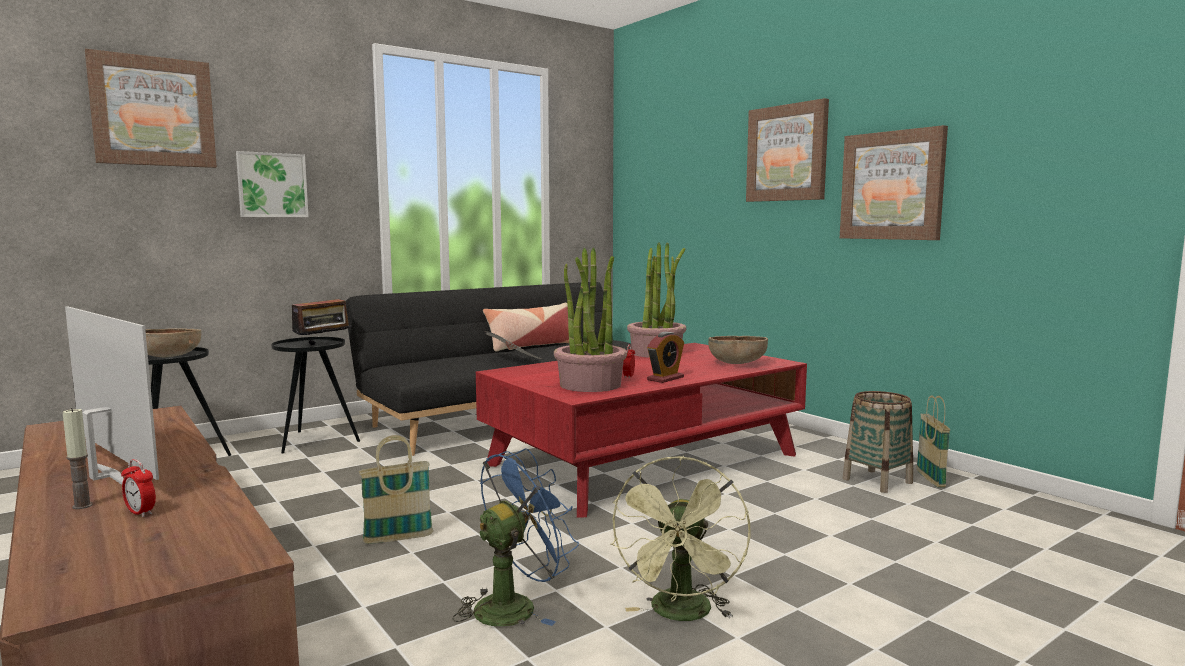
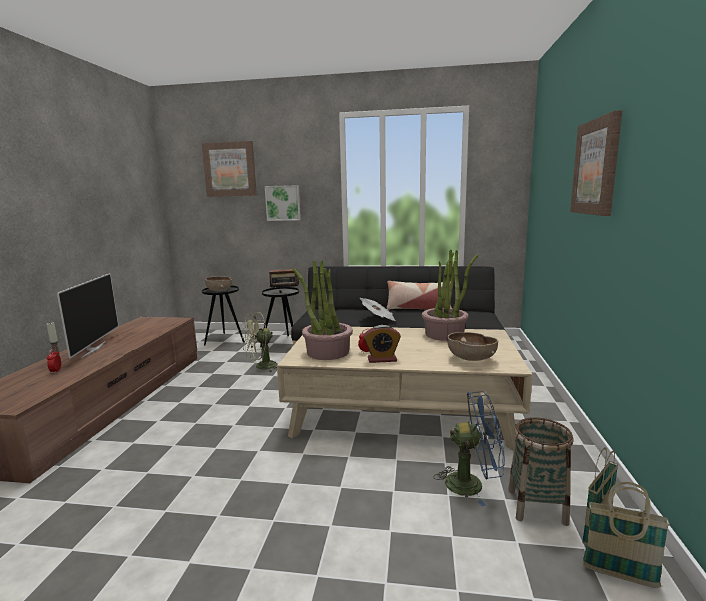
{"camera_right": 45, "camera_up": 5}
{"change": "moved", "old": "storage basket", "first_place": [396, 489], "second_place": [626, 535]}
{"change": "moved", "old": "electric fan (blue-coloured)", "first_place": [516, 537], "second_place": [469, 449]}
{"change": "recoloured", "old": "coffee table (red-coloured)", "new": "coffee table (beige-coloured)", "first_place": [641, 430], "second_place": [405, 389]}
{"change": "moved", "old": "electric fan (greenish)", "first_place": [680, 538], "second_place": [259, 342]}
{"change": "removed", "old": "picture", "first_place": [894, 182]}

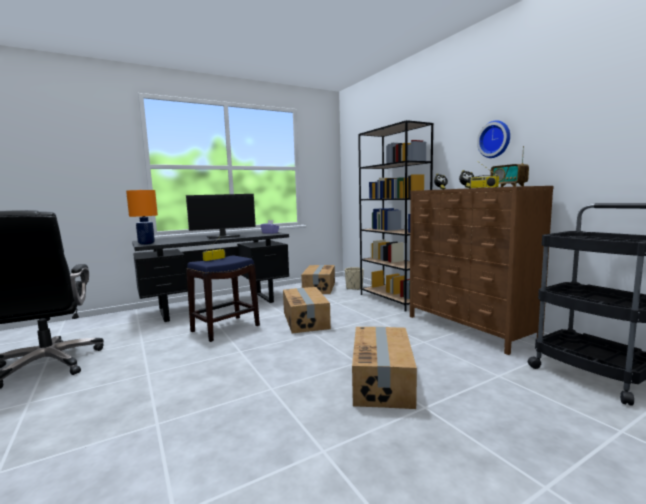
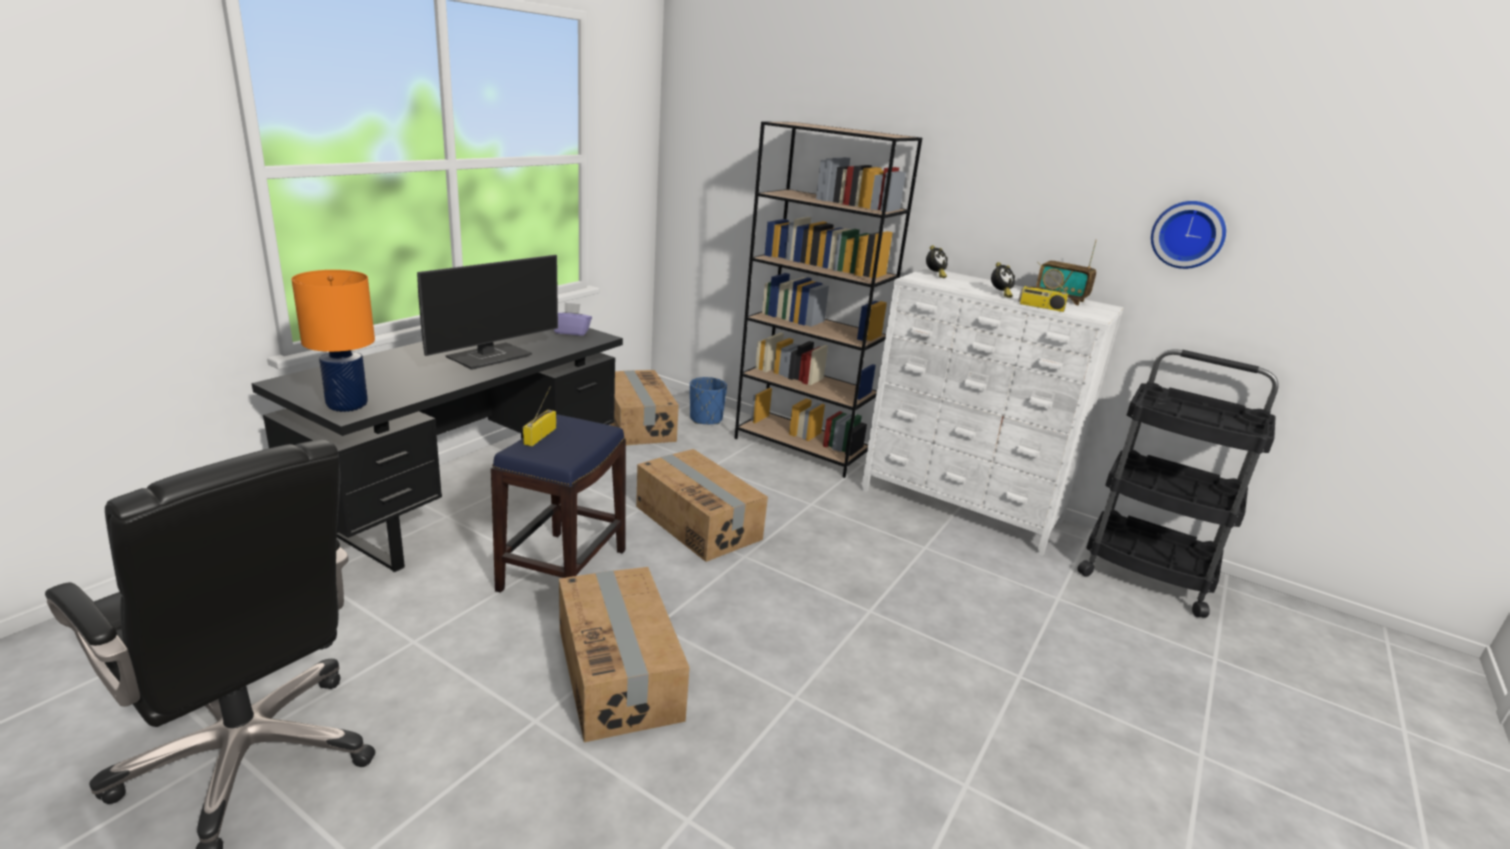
{"camera_right": -30, "camera_up": 15}
{"change": "recoloured", "old": "planter (beige-coloured)", "new": "planter (blue-coloured)", "first_place": [354, 278], "second_place": [708, 400]}
{"change": "moved", "old": "packing box", "first_place": [384, 368], "second_place": [624, 654]}
{"change": "recoloured", "old": "chest of drawers (brownish)", "new": "chest of drawers (whitish)", "first_place": [482, 270], "second_place": [992, 411]}
{"change": "moved", "old": "hanging clock", "first_place": [493, 139], "second_place": [1188, 235]}

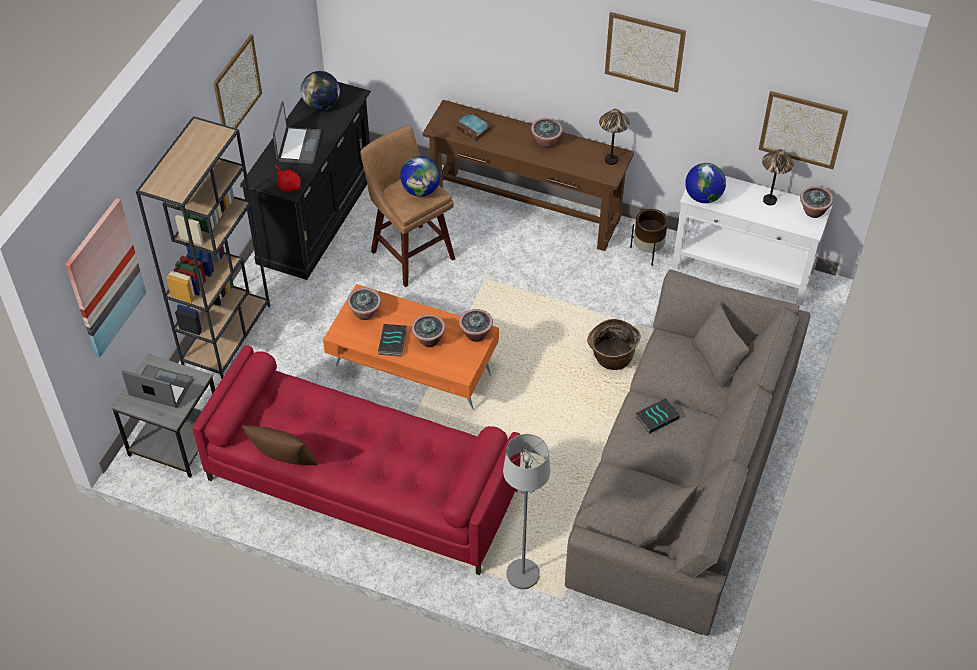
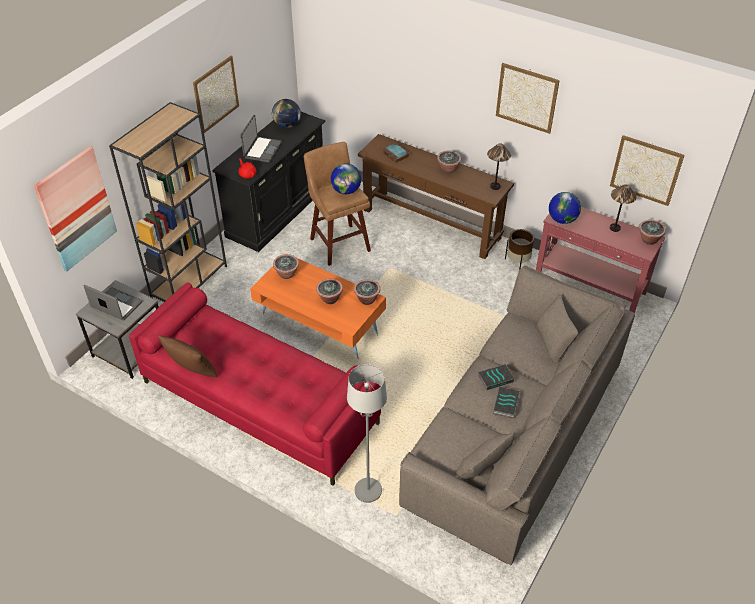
{"camera_right": 10, "camera_up": -5}
{"change": "moved", "old": "bound book", "first_place": [392, 340], "second_place": [506, 403]}
{"change": "removed", "old": "storage basket", "first_place": [614, 344]}
{"change": "recoloured", "old": "console table (whitish)", "new": "console table (red-coloured)", "first_place": [752, 240], "second_place": [600, 260]}

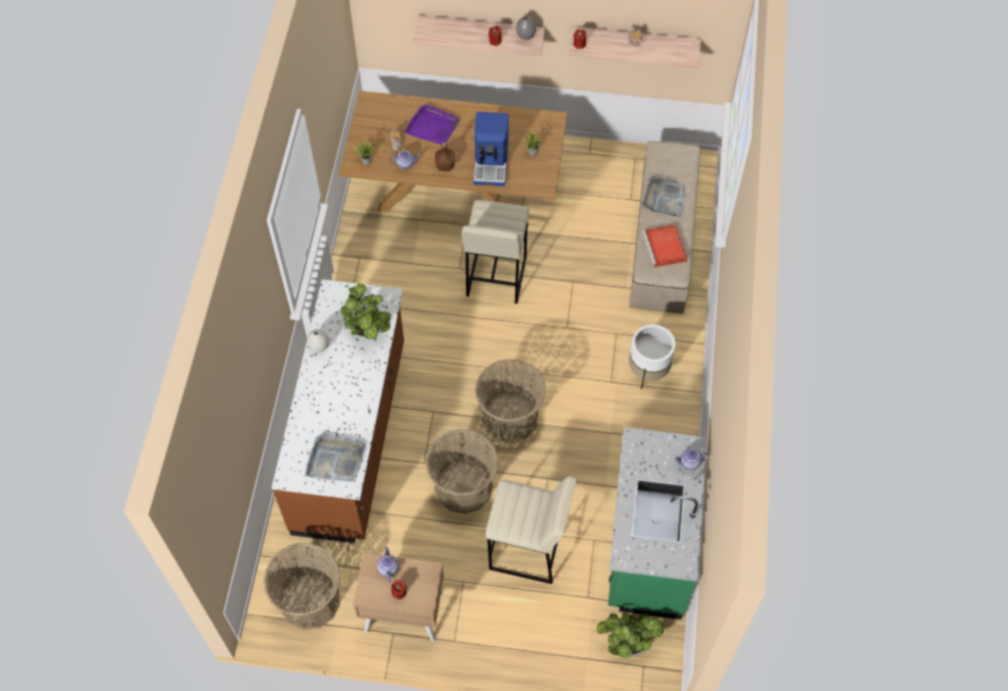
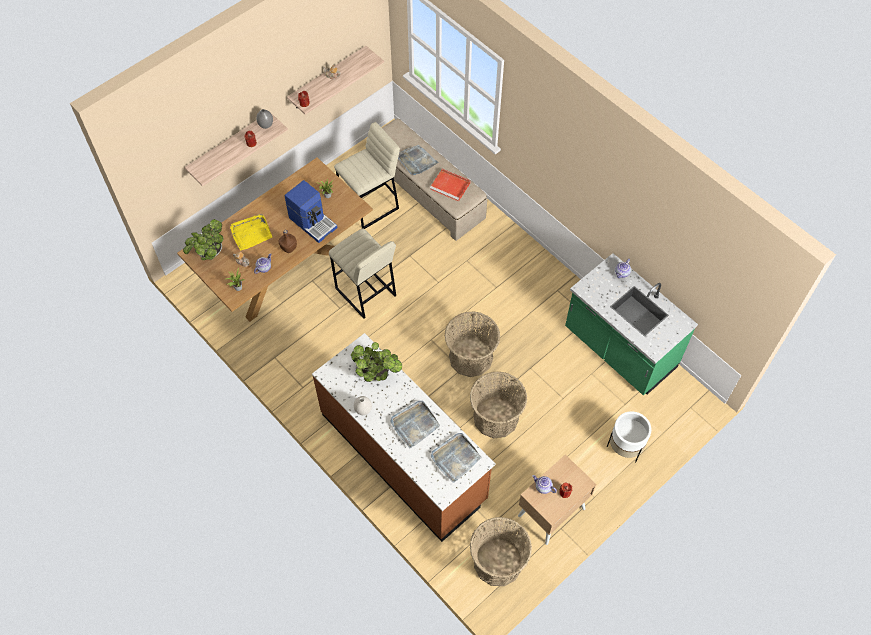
{"camera_right": -50, "camera_up": 0}
{"change": "recoloured", "old": "tray (purplish)", "new": "tray (yellow)", "first_place": [432, 125], "second_place": [251, 232]}
{"change": "moved", "old": "stool seat (beige-coloured)", "first_place": [531, 530], "second_place": [367, 175]}
{"change": "moved", "old": "plant in a pot", "first_place": [630, 635], "second_place": [203, 239]}
{"change": "moved", "old": "planter (whitish)", "first_place": [652, 356], "second_place": [629, 437]}
{"change": "added", "new": "tray (grey)", "second_place": [415, 424]}

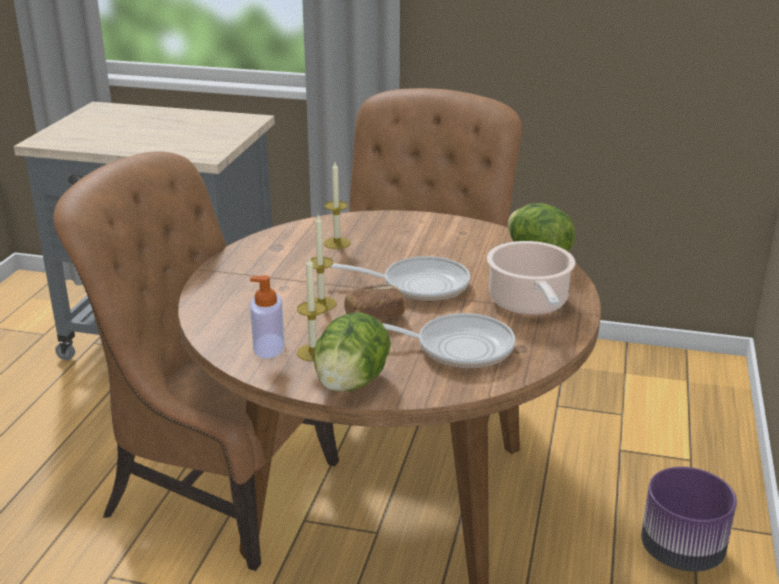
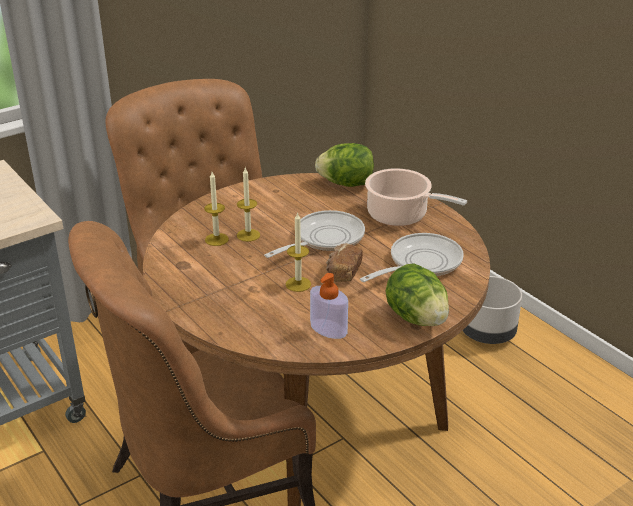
{"camera_right": -50, "camera_up": 5}
{"change": "moved", "old": "wax candle", "first_place": [311, 309], "second_place": [248, 205]}
{"change": "recoloured", "old": "planter (purplish)", "new": "planter (grey)", "first_place": [689, 519], "second_place": [492, 310]}

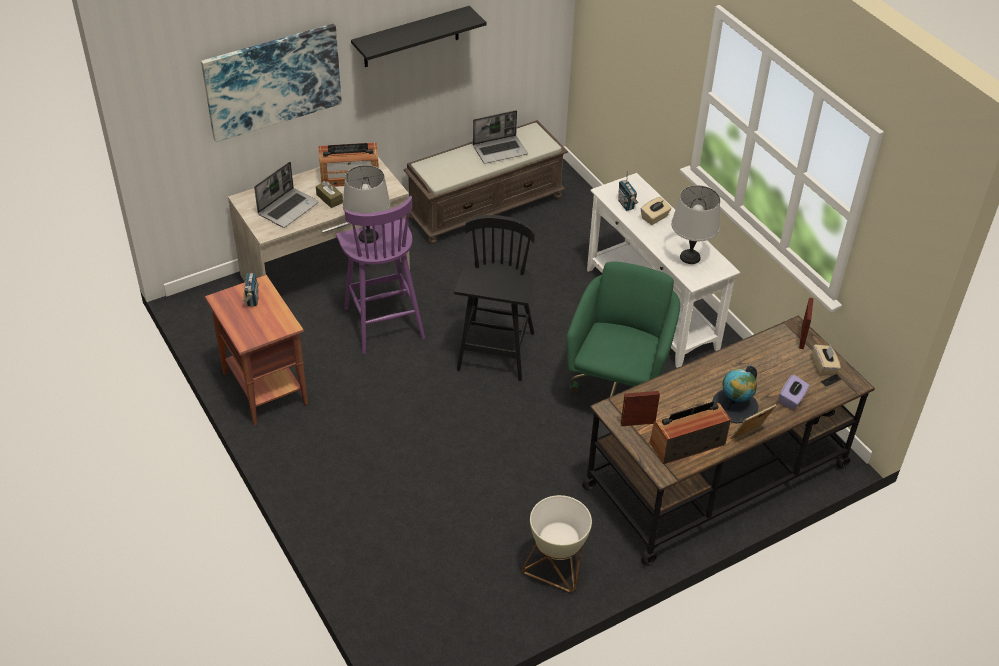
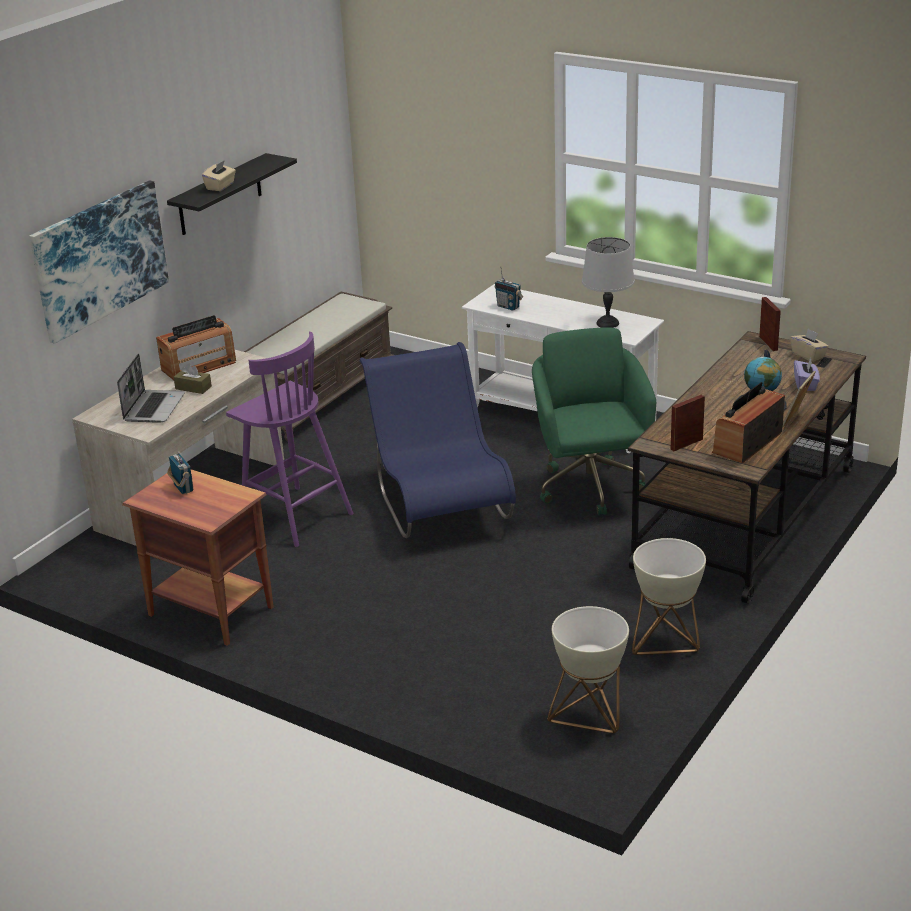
{"camera_right": -25, "camera_up": -15}
{"change": "removed", "old": "table lamp (grey)", "first_place": [366, 204]}
{"change": "replaced", "old": "stool seat (black-coloured)", "new": "upright chair (blue-coloured)", "first_place": [494, 298], "second_place": [438, 440]}
{"change": "removed", "old": "portable computer", "first_place": [500, 137]}
{"change": "moved", "old": "tissue box (beige-coloured)", "first_place": [656, 211], "second_place": [219, 175]}
{"change": "added", "new": "planter", "second_place": [588, 669]}

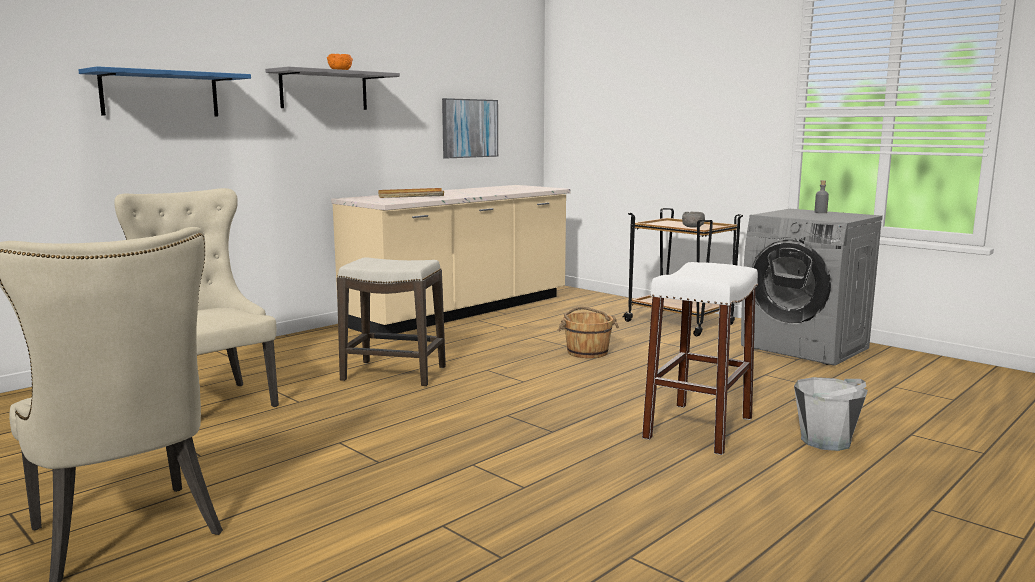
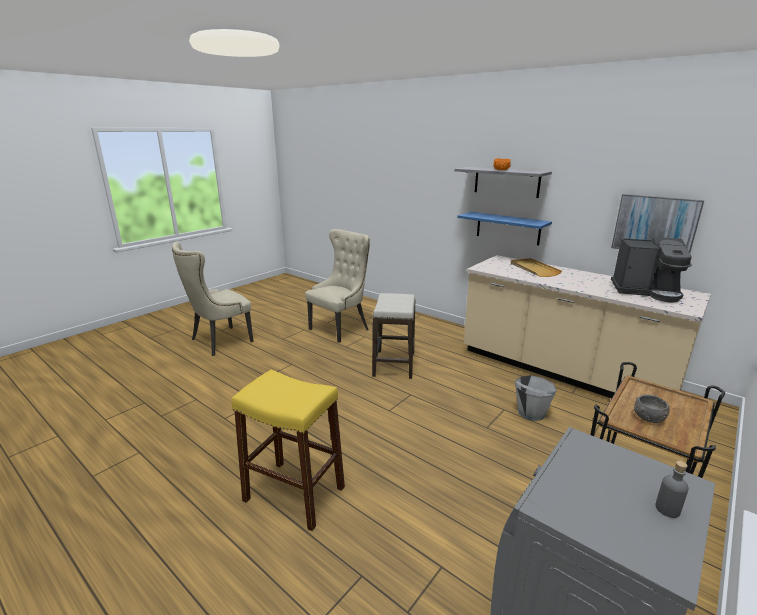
{"camera_right": 85, "camera_up": 10}
{"change": "moved", "old": "wall shelf (blue-coloured)", "first_place": [164, 91], "second_place": [504, 229]}
{"change": "removed", "old": "pail (brownish)", "first_place": [588, 332]}
{"change": "recoloured", "old": "stool seat (whitish)", "new": "stool seat (yellow)", "first_place": [700, 358], "second_place": [288, 450]}
{"change": "moved", "old": "pail (grey)", "first_place": [831, 414], "second_place": [536, 398]}
{"change": "added", "new": "coffee maker", "second_place": [651, 269]}

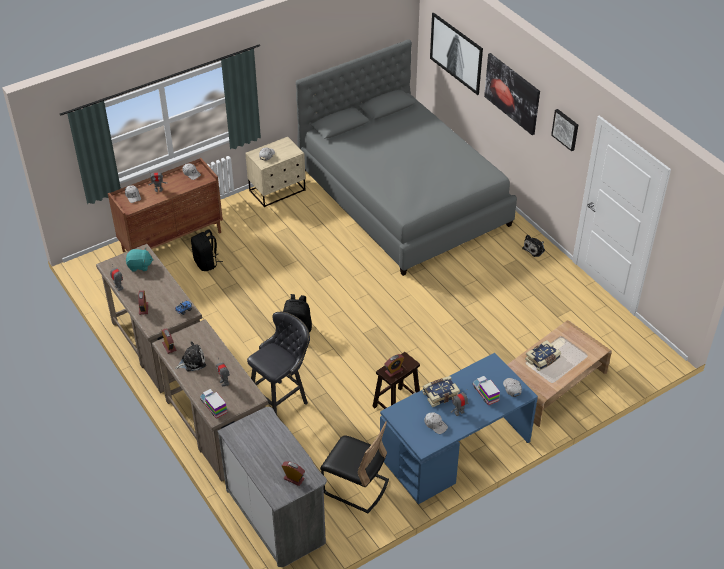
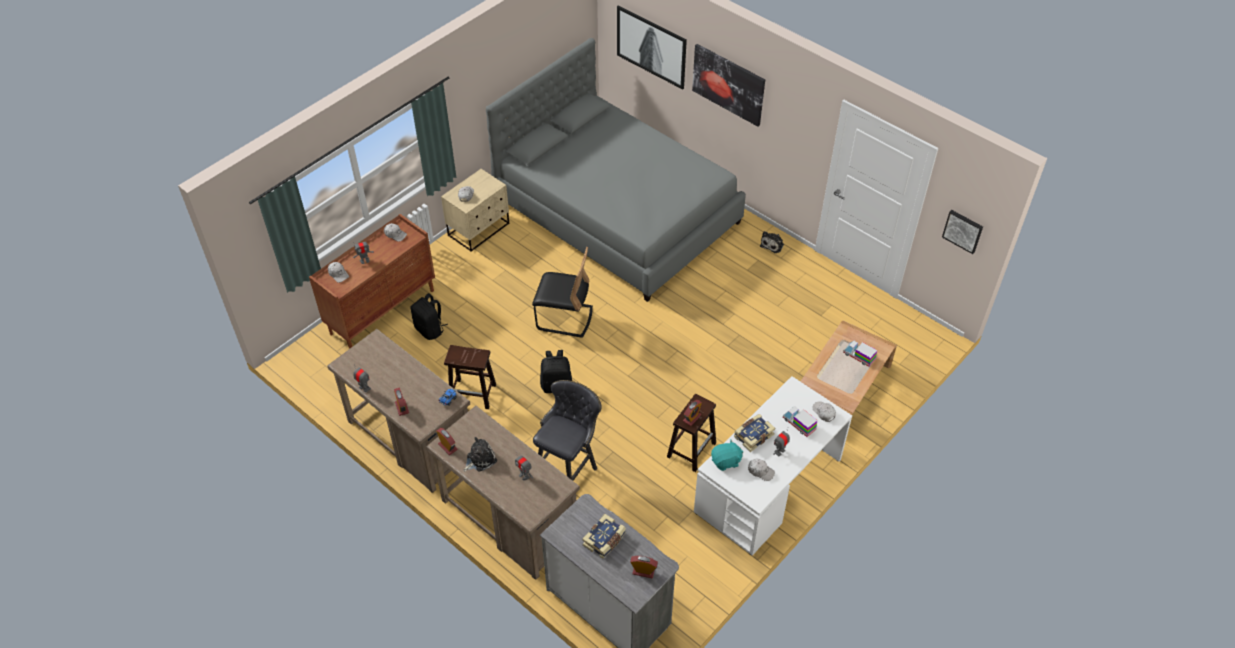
{"camera_right": -15, "camera_up": 5}
{"change": "moved", "old": "plush toy (blue-green)", "first_place": [140, 260], "second_place": [727, 455]}
{"change": "moved", "old": "toy truck", "first_place": [214, 404], "second_place": [860, 354]}
{"change": "moved", "old": "upright chair (black-coloured)", "first_place": [354, 467], "second_place": [562, 292]}
{"change": "recoloured", "old": "desk table (blue-coloured)", "new": "desk table (whitish)", "first_place": [459, 428], "second_place": [773, 465]}
{"change": "moved", "old": "bound book", "first_place": [543, 355], "second_place": [604, 536]}
{"change": "moved", "old": "picture", "first_place": [564, 130], "second_place": [962, 232]}
{"change": "added", "new": "stool seat (brownish)", "second_place": [470, 377]}

